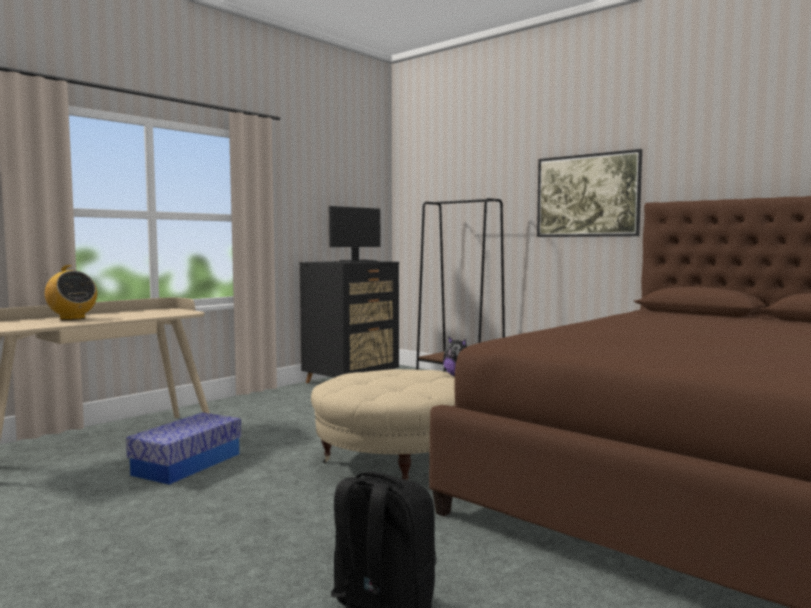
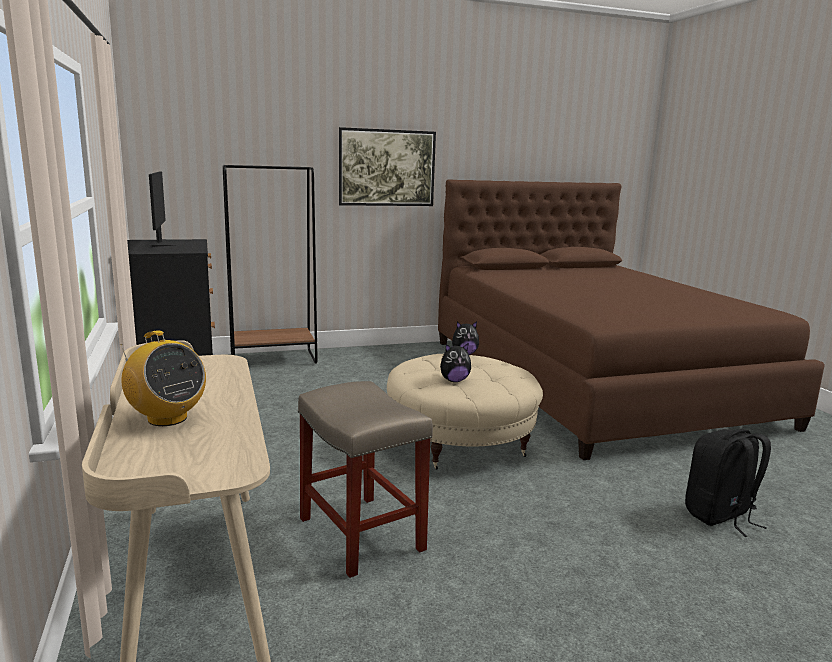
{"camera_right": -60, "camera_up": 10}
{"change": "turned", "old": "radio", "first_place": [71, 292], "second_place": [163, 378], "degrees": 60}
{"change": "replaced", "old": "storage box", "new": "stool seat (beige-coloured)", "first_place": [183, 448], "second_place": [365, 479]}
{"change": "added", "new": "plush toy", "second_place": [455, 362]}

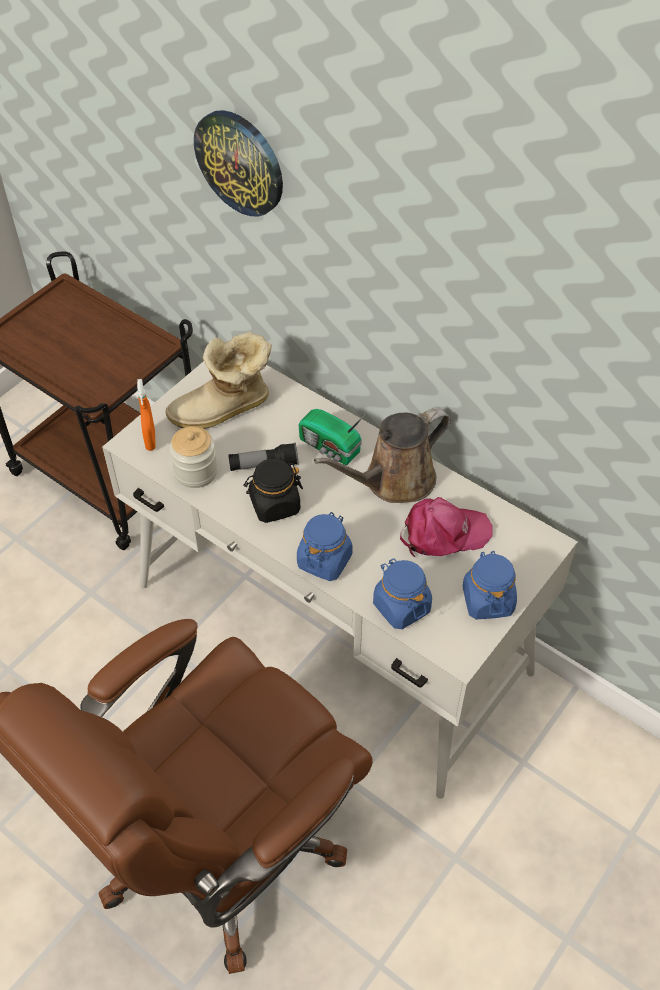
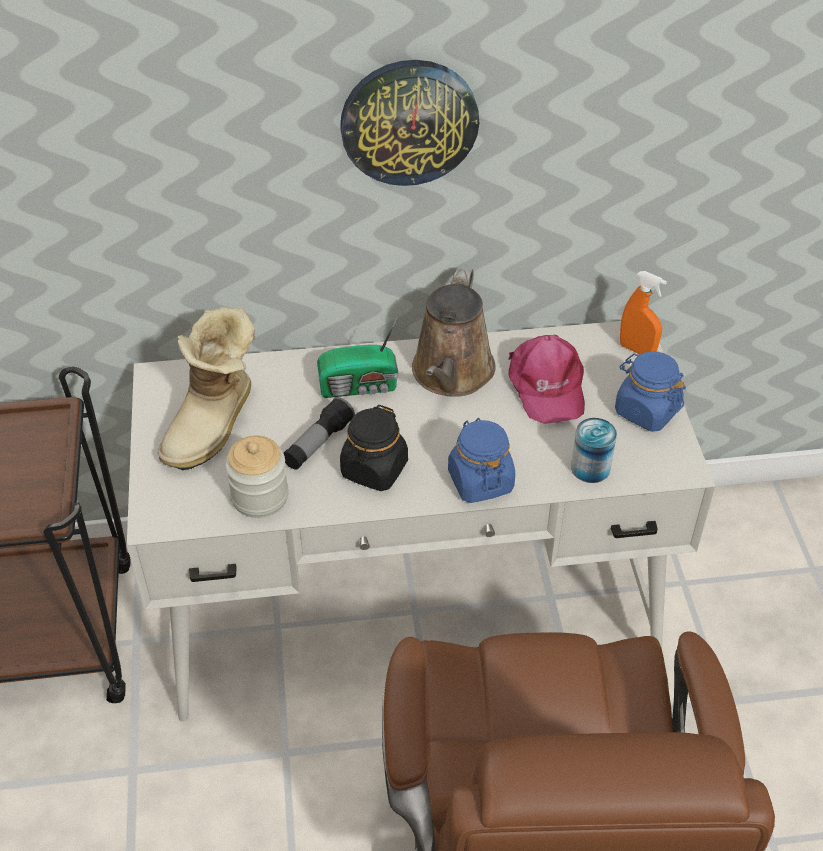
{"camera_right": -45, "camera_up": -5}
{"change": "moved", "old": "spray bottle (orange-coloured)", "first_place": [146, 415], "second_place": [643, 312]}
{"change": "moved", "old": "hanging clock", "first_place": [238, 163], "second_place": [409, 123]}
{"change": "replaced", "old": "preserve jar (blue-coloured)", "new": "metal can", "first_place": [402, 593], "second_place": [594, 450]}
{"change": "turned", "old": "baseball cap (pinkish)", "first_place": [446, 527], "second_place": [546, 379], "degrees": 135}

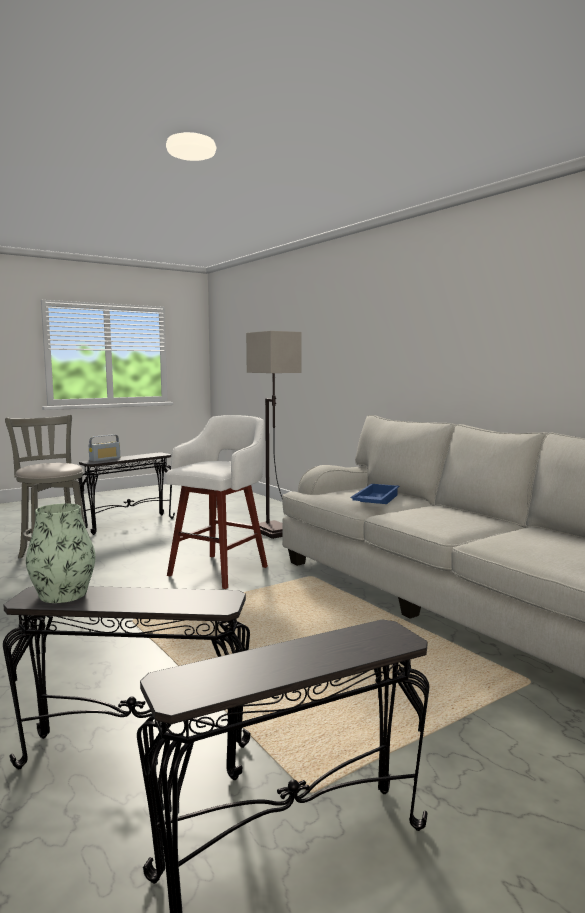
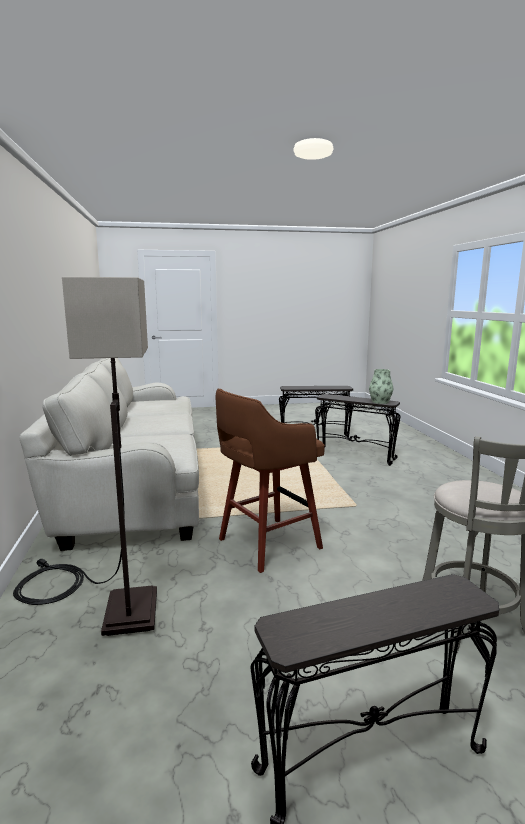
{"camera_right": -155, "camera_up": 5}
{"change": "removed", "old": "radio", "first_place": [104, 448]}
{"change": "recoloured", "old": "stool seat (whitish)", "new": "stool seat (brownish)", "first_place": [216, 502], "second_place": [270, 481]}
{"change": "removed", "old": "tray (blue-coloured)", "first_place": [374, 494]}

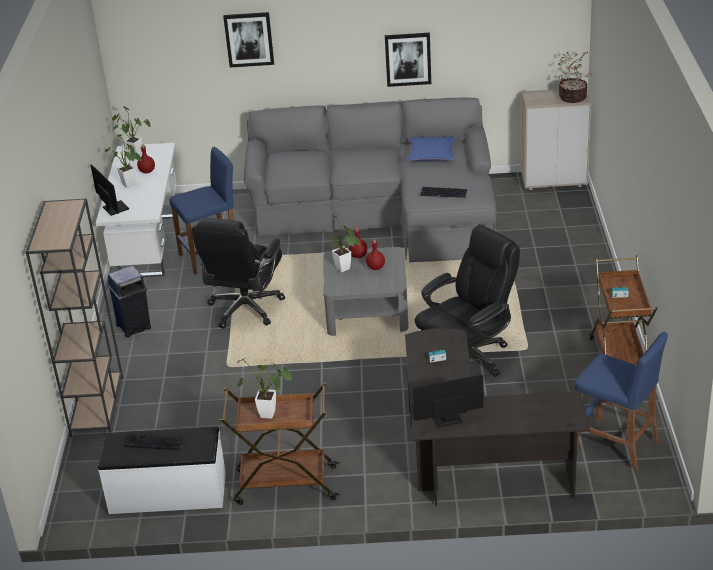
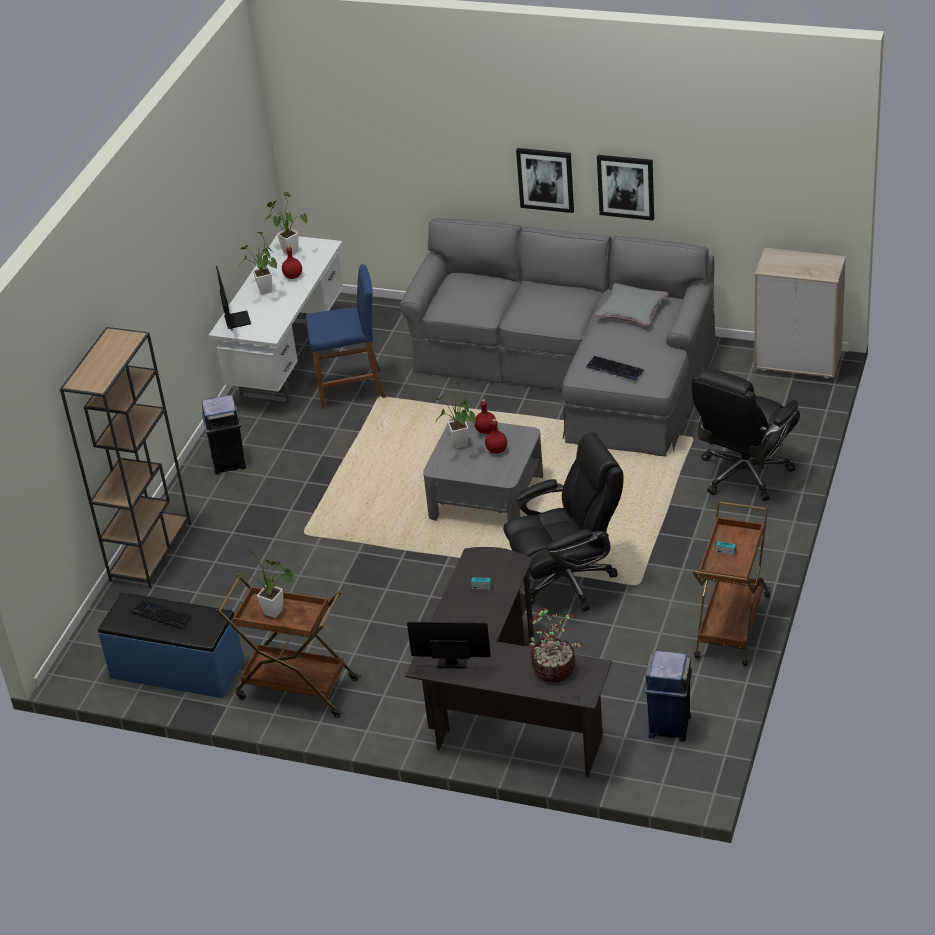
{"camera_right": 20, "camera_up": 5}
{"change": "recoloured", "old": "bench (whitish)", "new": "bench (blue-coloured)", "first_place": [162, 470], "second_place": [171, 645]}
{"change": "moved", "old": "desk chair (black-coloured)", "first_place": [238, 273], "second_place": [746, 434]}
{"change": "moved", "old": "picture", "first_place": [248, 40], "second_place": [545, 180]}
{"change": "recoloured", "old": "throw pillow (blue-coloured)", "new": "throw pillow (grey)", "first_place": [431, 149], "second_place": [631, 304]}
{"change": "moved", "old": "plant in a pot", "first_place": [575, 77], "second_place": [556, 644]}
{"change": "replaced", "old": "stool seat (blue-coloured)", "new": "trash can (blue-coloured)", "first_place": [621, 401], "second_place": [668, 696]}

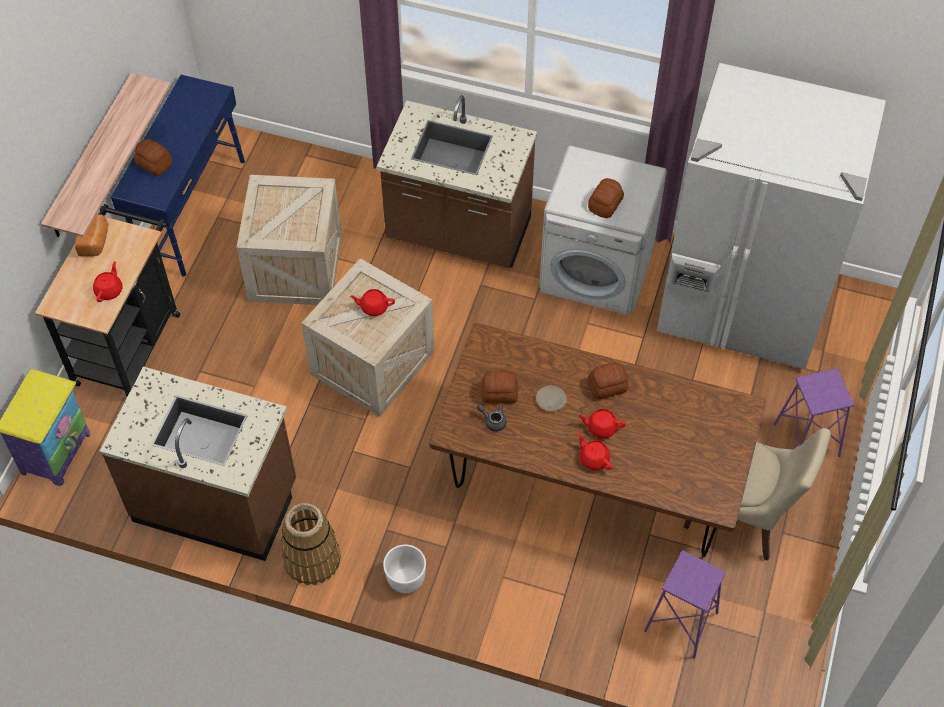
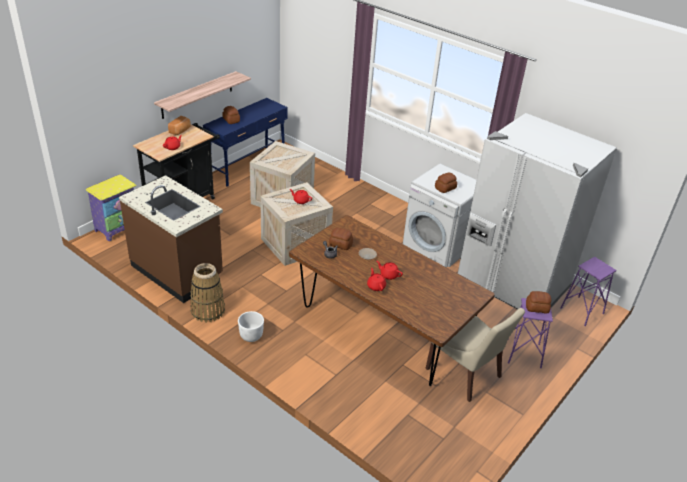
{"camera_right": 20, "camera_up": -20}
{"change": "removed", "old": "kitchen base unit (brownish)", "first_place": [457, 181]}
{"change": "moved", "old": "baked bread", "first_place": [608, 381], "second_place": [538, 302]}
{"change": "moved", "old": "stool seat (purplish)", "first_place": [685, 604], "second_place": [588, 291]}

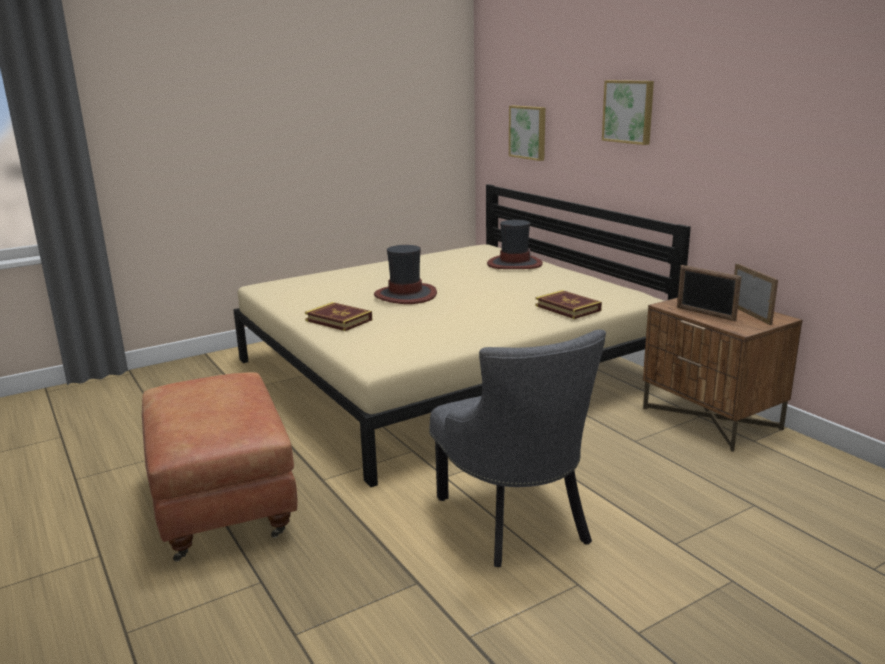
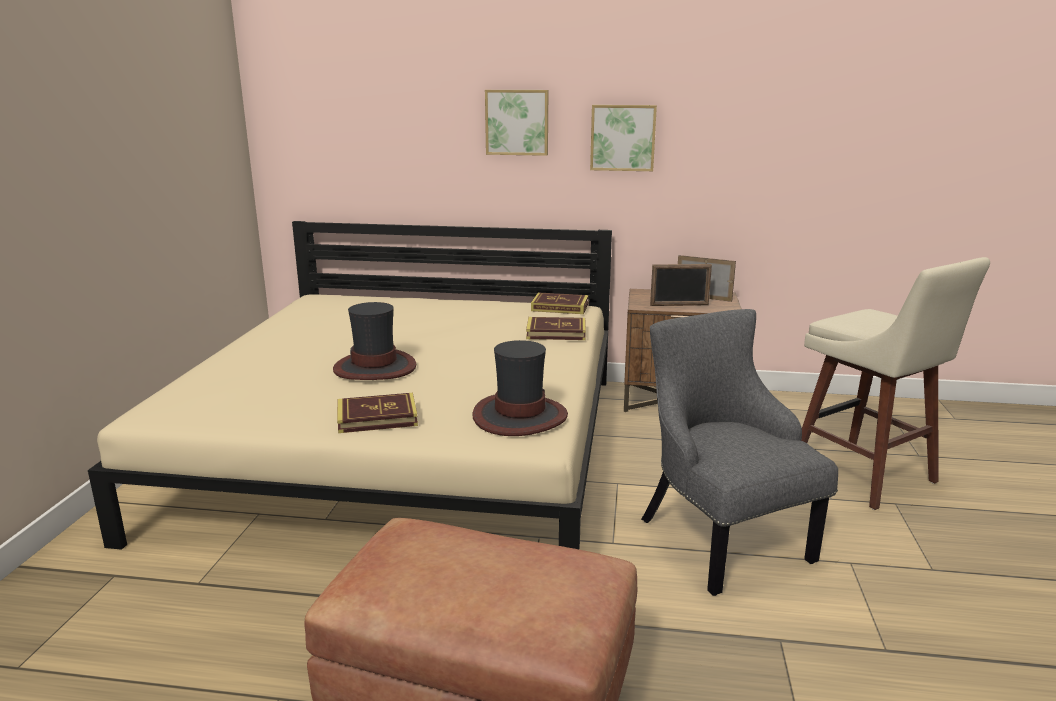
{"camera_right": -50, "camera_up": 0}
{"change": "turned", "old": "easy chair (grey)", "first_place": [517, 448], "second_place": [739, 452], "degrees": -135}
{"change": "moved", "old": "wearable hat", "first_place": [515, 244], "second_place": [520, 388]}
{"change": "moved", "old": "picture", "first_place": [527, 133], "second_place": [623, 138]}
{"change": "added", "new": "bound book", "second_place": [560, 303]}
{"change": "added", "new": "stool seat (beige-coloured)", "second_place": [895, 383]}

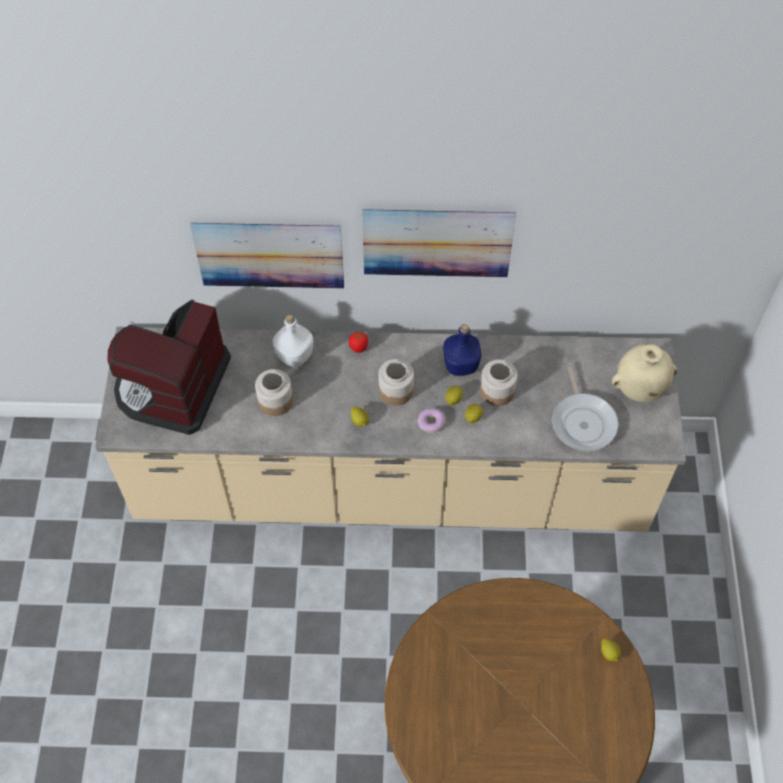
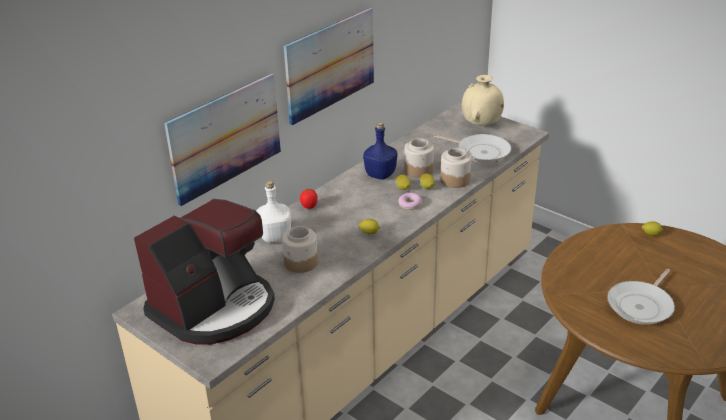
{"camera_right": -50, "camera_up": -25}
{"change": "turned", "old": "coffee maker", "first_place": [169, 367], "second_place": [204, 272], "degrees": -105}
{"change": "moved", "old": "preserve jar", "first_place": [396, 382], "second_place": [455, 168]}
{"change": "added", "new": "frying pan", "second_place": [641, 297]}

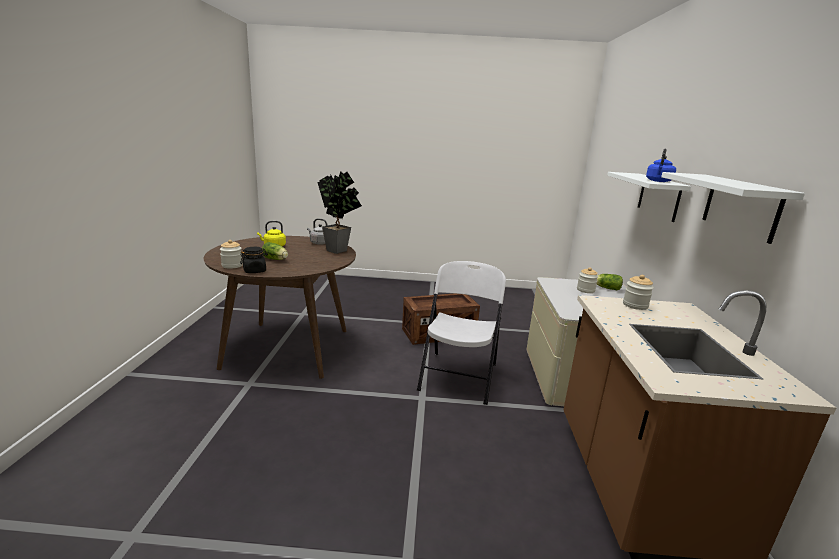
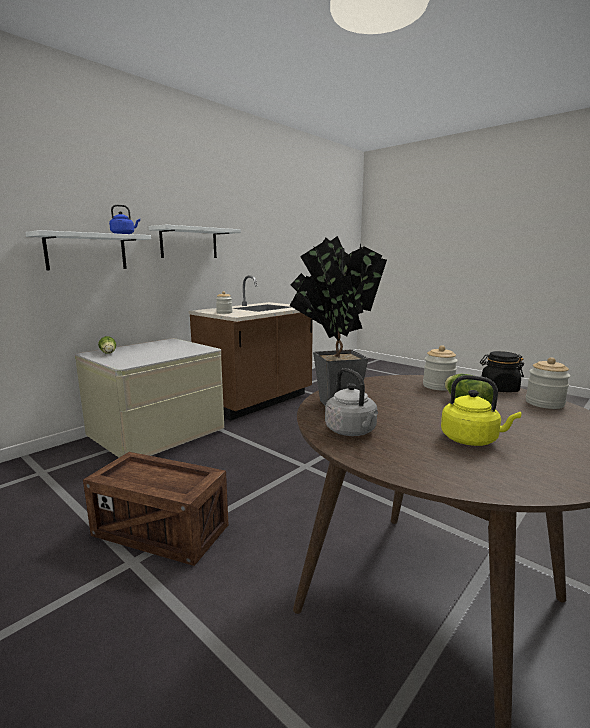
{"camera_right": -140, "camera_up": -5}
{"change": "removed", "old": "upright chair (whitish)", "first_place": [461, 333]}
{"change": "moved", "old": "preserve jar", "first_place": [587, 280], "second_place": [440, 368]}

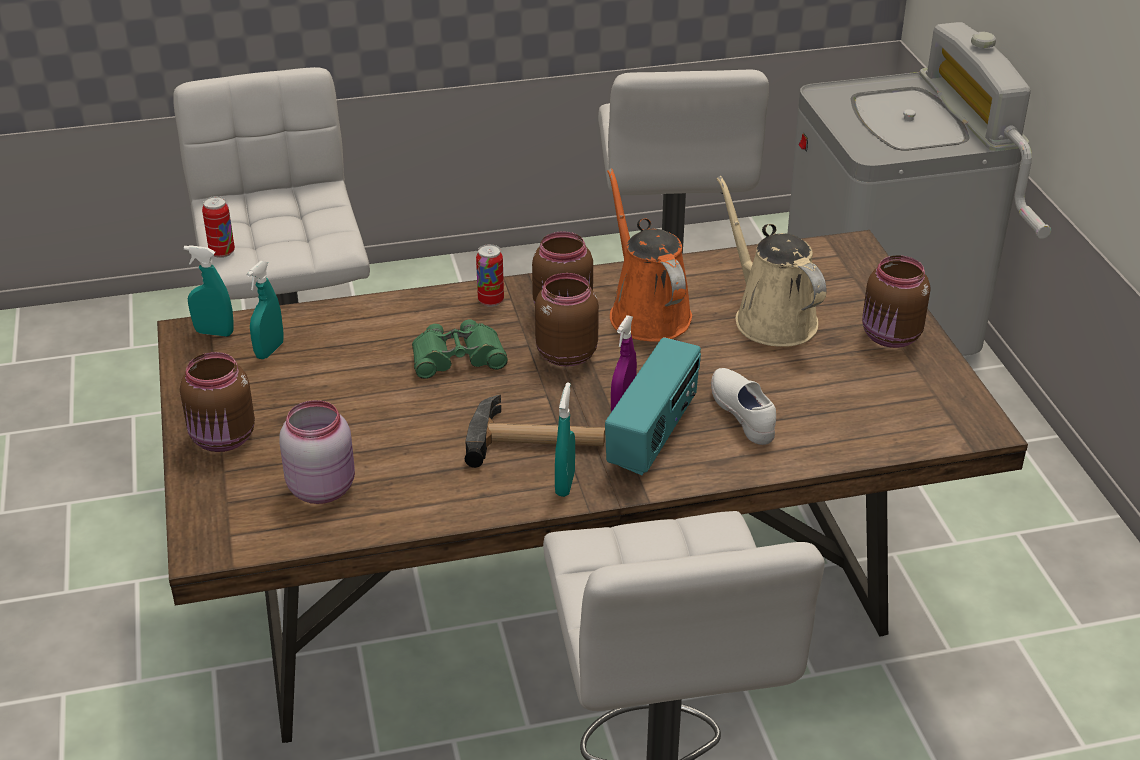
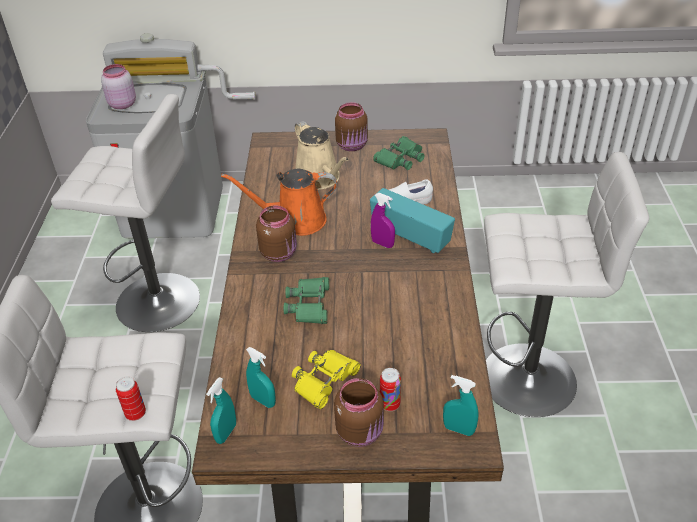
{"camera_right": -75, "camera_up": 5}
{"change": "moved", "old": "preserve jar (pinkish)", "first_place": [317, 452], "second_place": [118, 86]}
{"change": "removed", "old": "tool hammer", "first_place": [535, 431]}
{"change": "moved", "old": "metal can", "first_place": [490, 275], "second_place": [390, 389]}
{"change": "removed", "old": "preserve jar (brownish)", "first_place": [567, 320]}
{"change": "moved", "old": "spray bottle (blue-green)", "first_place": [565, 439], "second_place": [461, 405]}
{"change": "turned", "old": "watering can (beige-coloured)", "first_place": [771, 261], "second_place": [322, 155], "degrees": -105}
{"change": "added", "new": "field glasses (yellow)", "second_place": [326, 379]}
{"change": "added", "new": "field glasses (greenish)", "second_place": [399, 153]}

